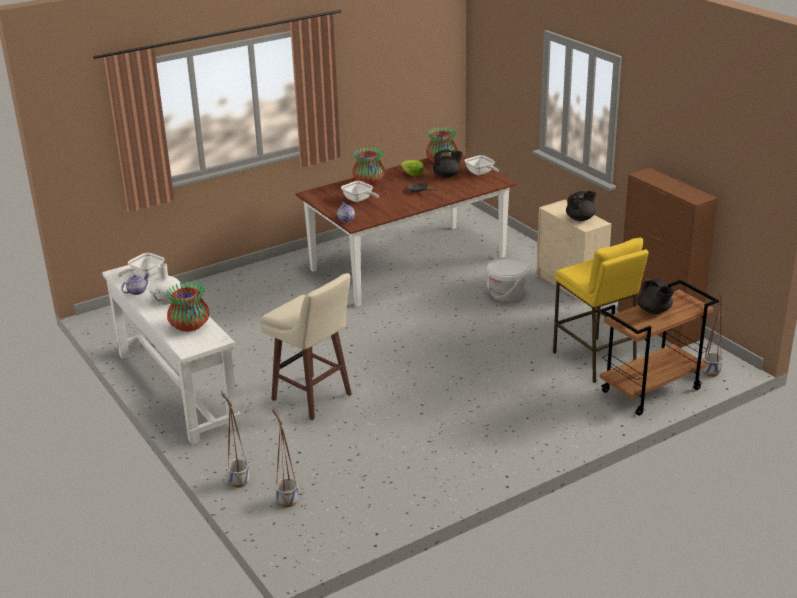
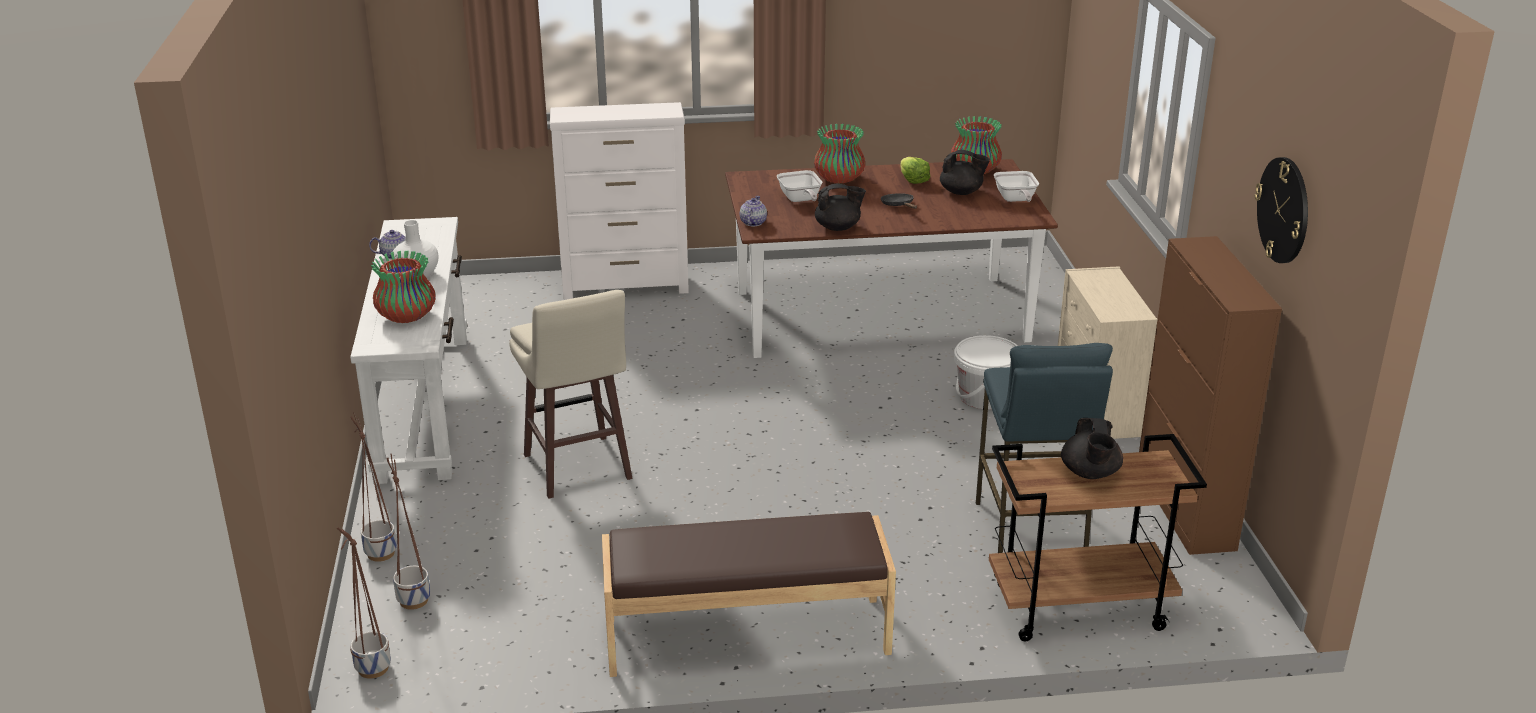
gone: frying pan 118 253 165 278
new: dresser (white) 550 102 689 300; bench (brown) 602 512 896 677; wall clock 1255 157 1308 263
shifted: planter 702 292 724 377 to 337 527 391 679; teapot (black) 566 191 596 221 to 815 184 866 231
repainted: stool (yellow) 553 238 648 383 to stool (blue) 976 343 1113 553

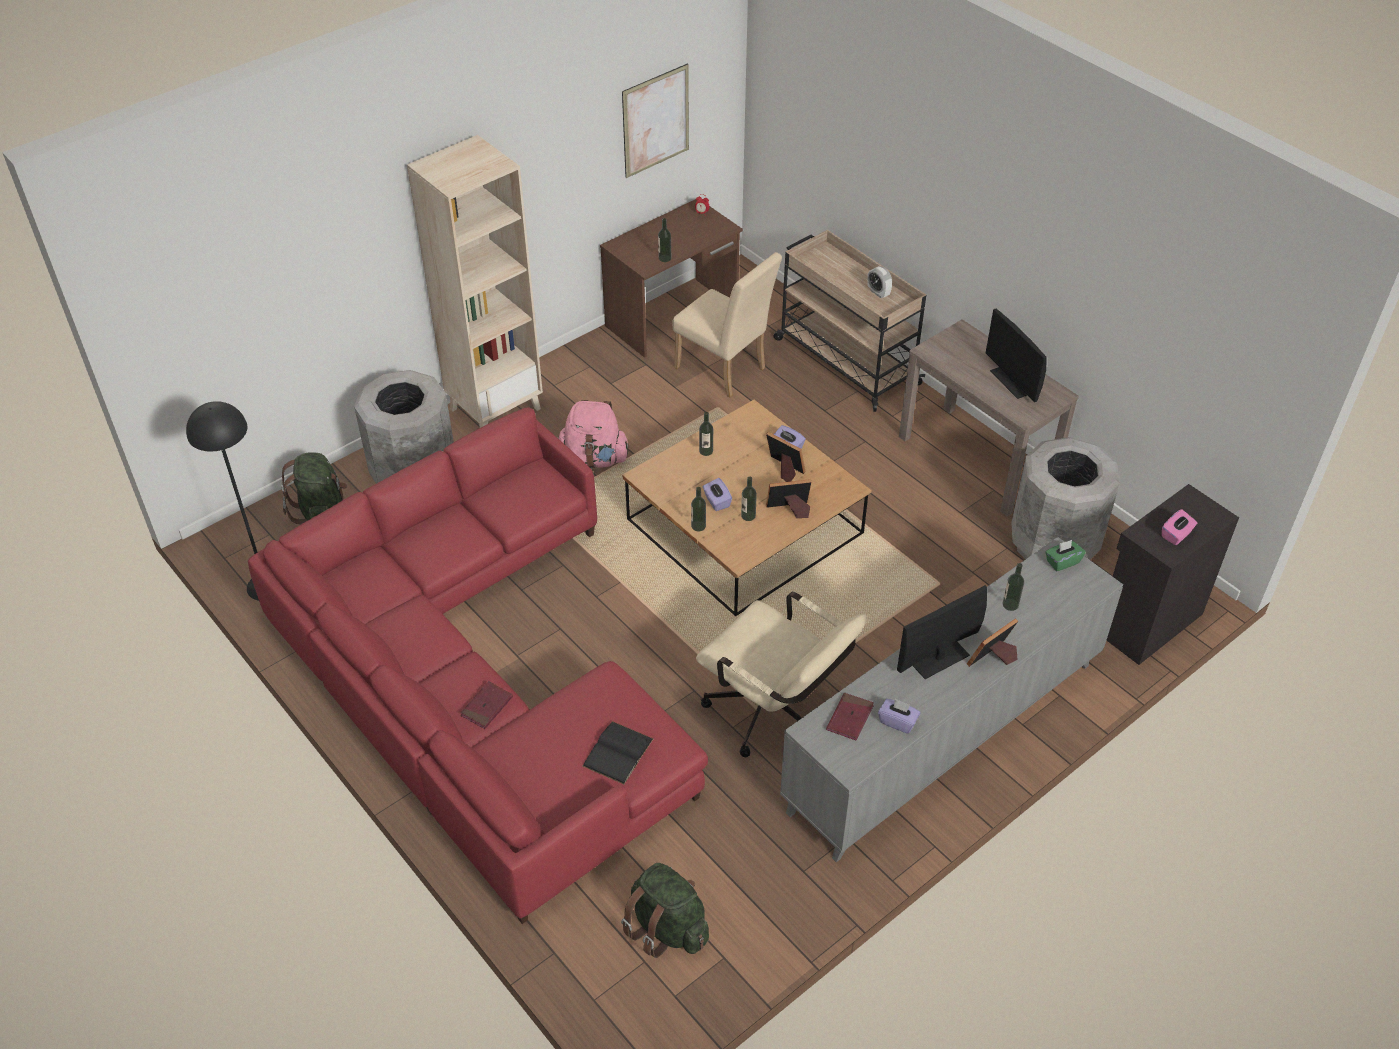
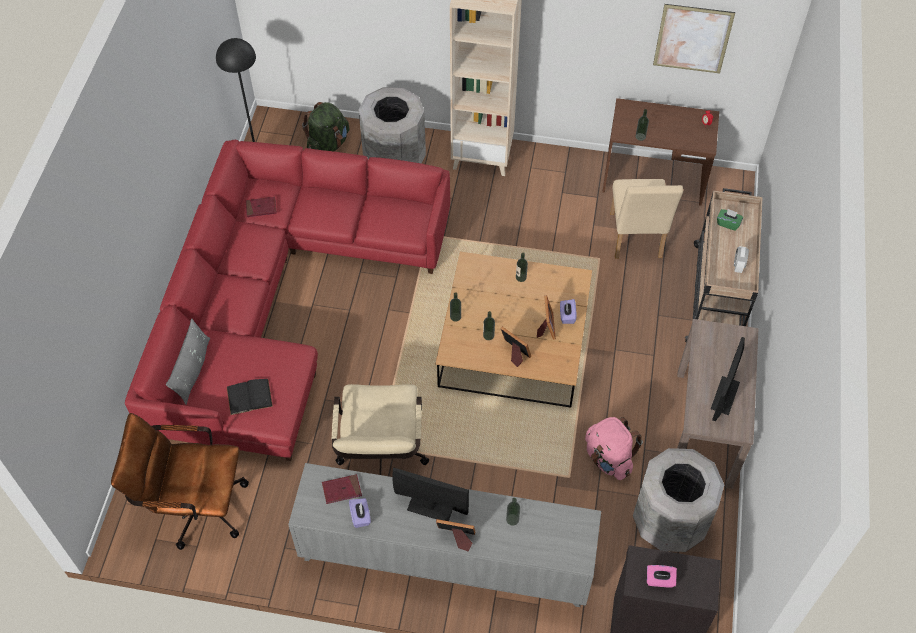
gone: tissue box (purple) 703 478 732 511
new: pillow (grey) 166 318 210 405
shifted: book (red) 460 681 513 729 to 246 197 276 217; backpack (pink) 558 400 630 468 to 585 417 643 480; tissue box (green) 1045 540 1086 571 to 717 209 743 231
swapped: backpack (green) 621 863 709 958 to office chair (brown) 111 413 249 550

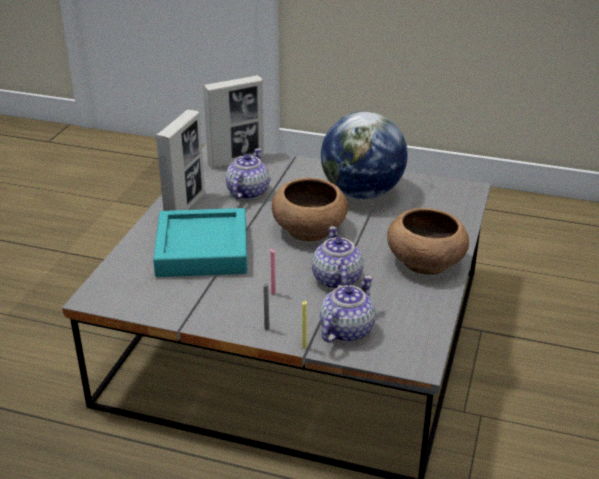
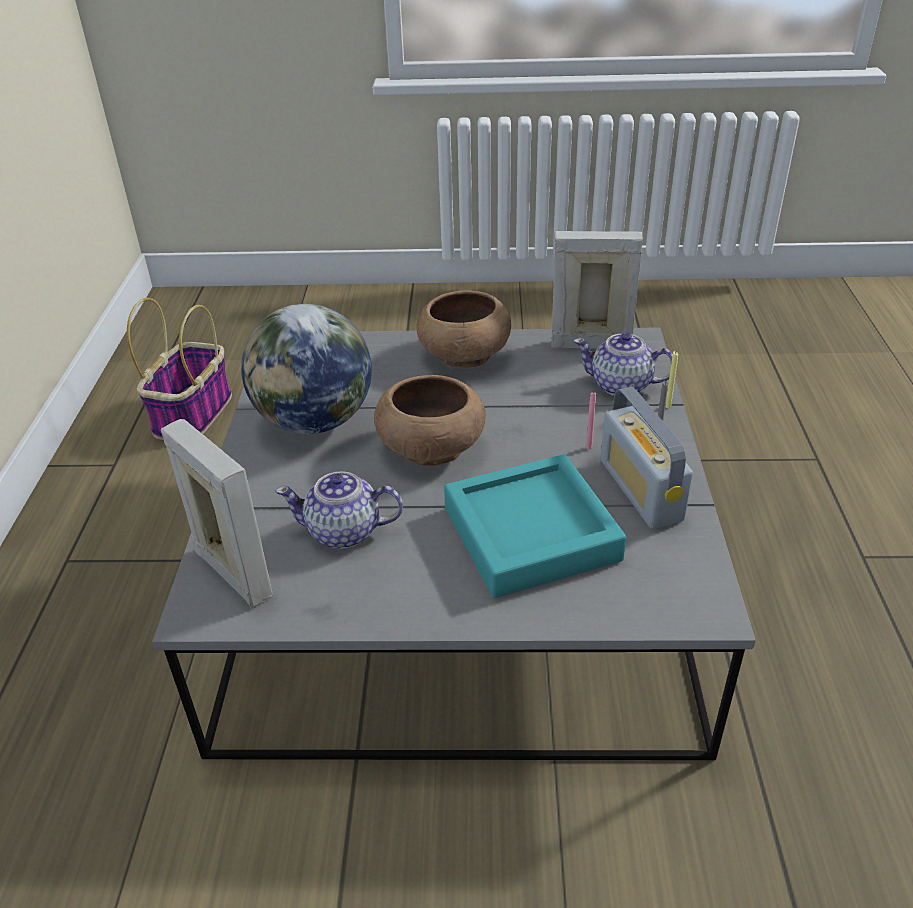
gone: teapot 312 226 363 289
new: basket 127 298 232 440; radio 600 387 693 529
shifted: picture frame 155 110 205 211 to 551 231 643 349

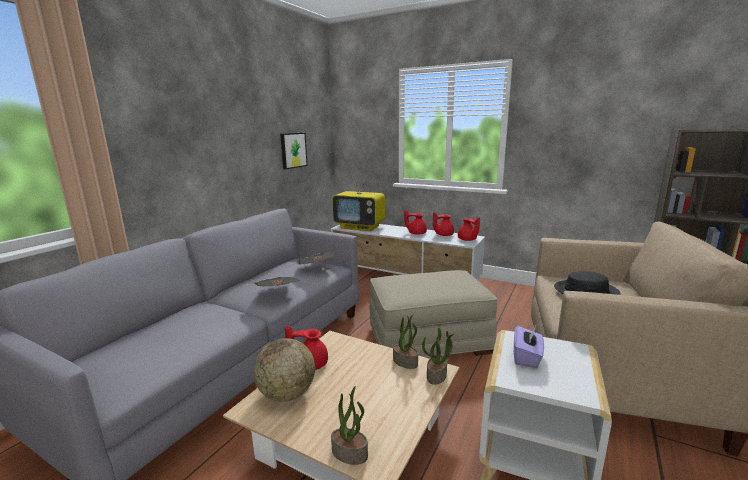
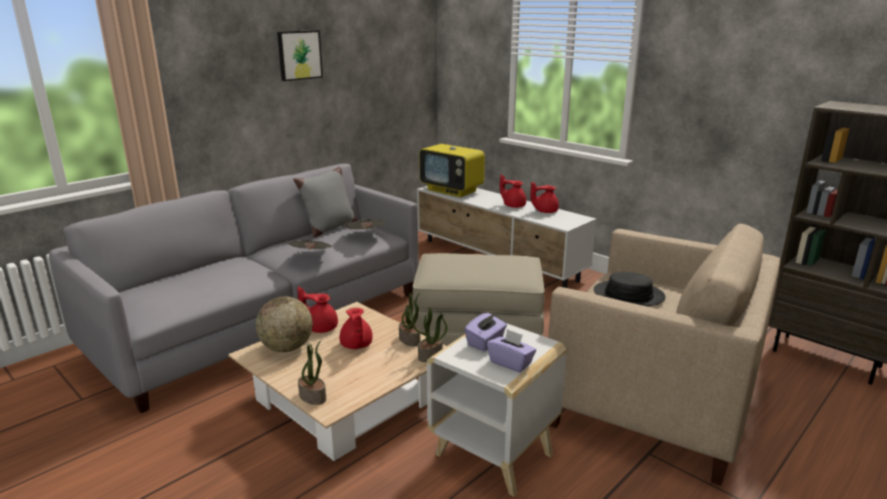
new: pillow (grey) 293 167 357 238; tissue box (purple) 487 329 536 373
shifted: picture 280 133 308 169 to 277 30 323 81; teapot (red) 458 217 480 241 to 340 308 373 349

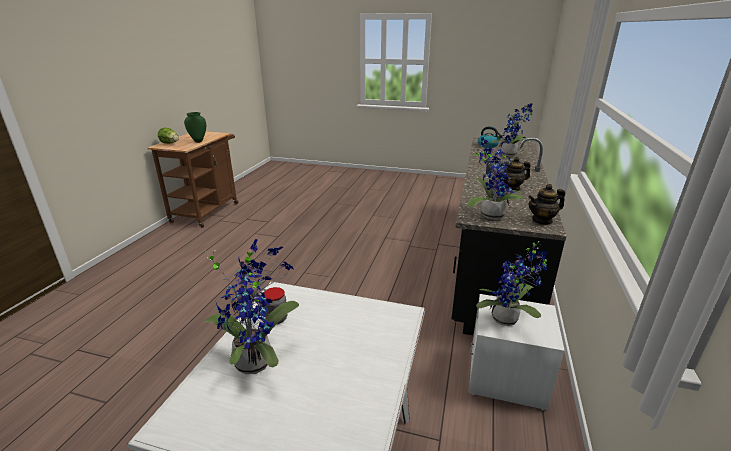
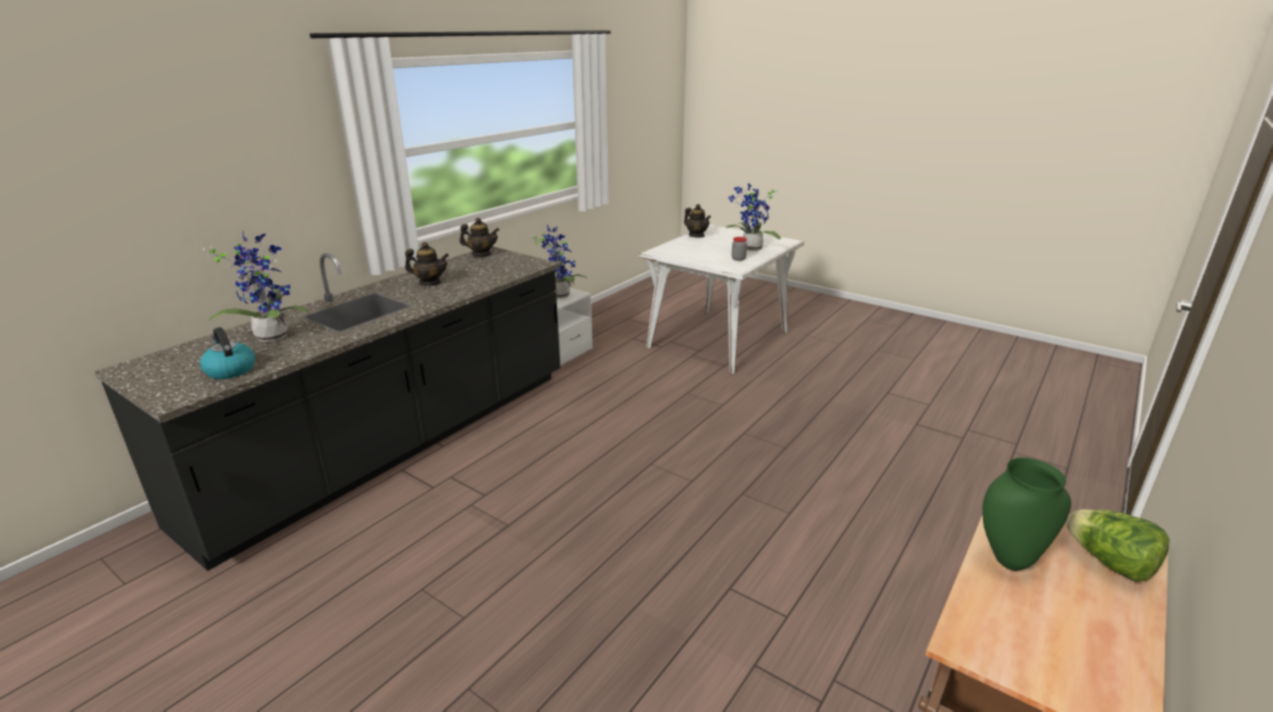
gone: potted plant 467 137 523 220
new: teapot 684 204 711 238

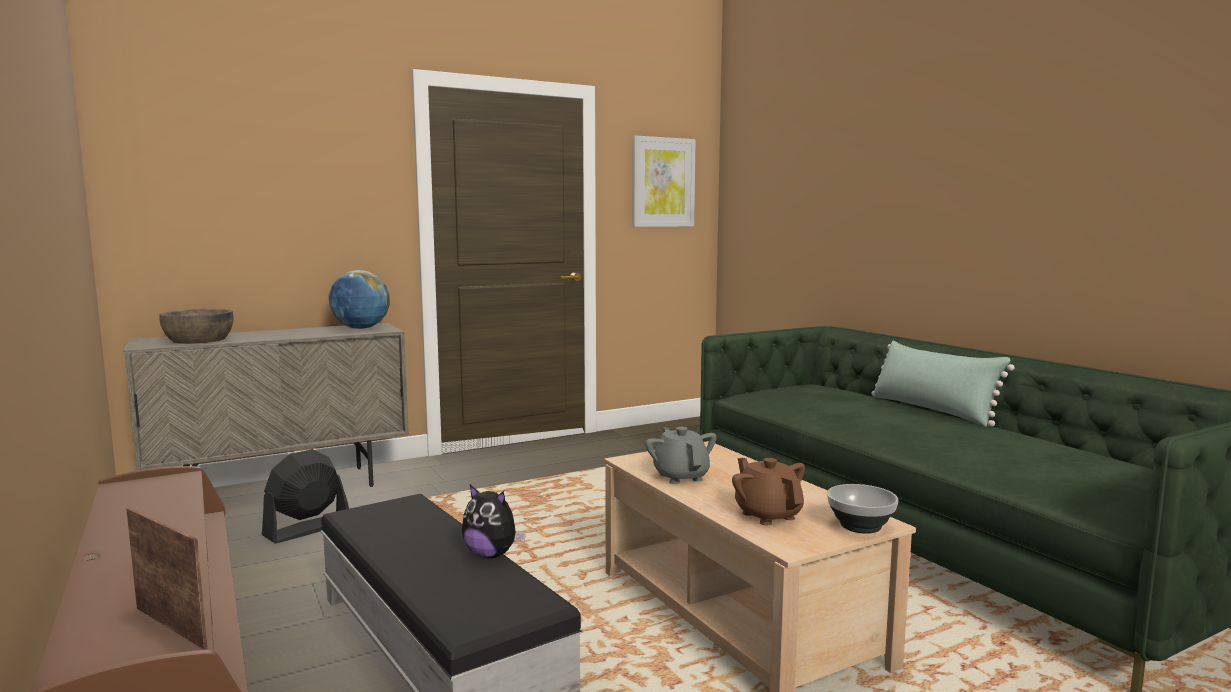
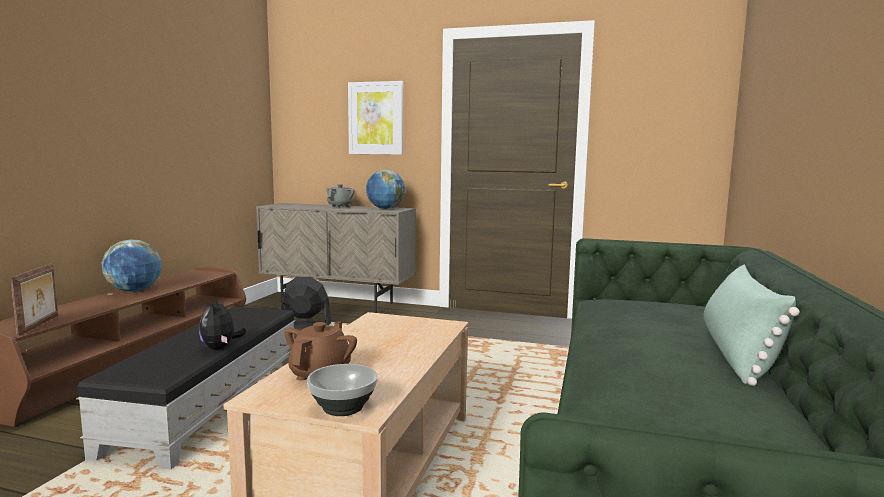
gone: bowl (brown) 159 309 233 344
new: globe 102 240 162 292
shifted: teapot (grey) 645 427 717 484 to 327 184 354 208; picture 632 136 695 227 to 348 81 403 155

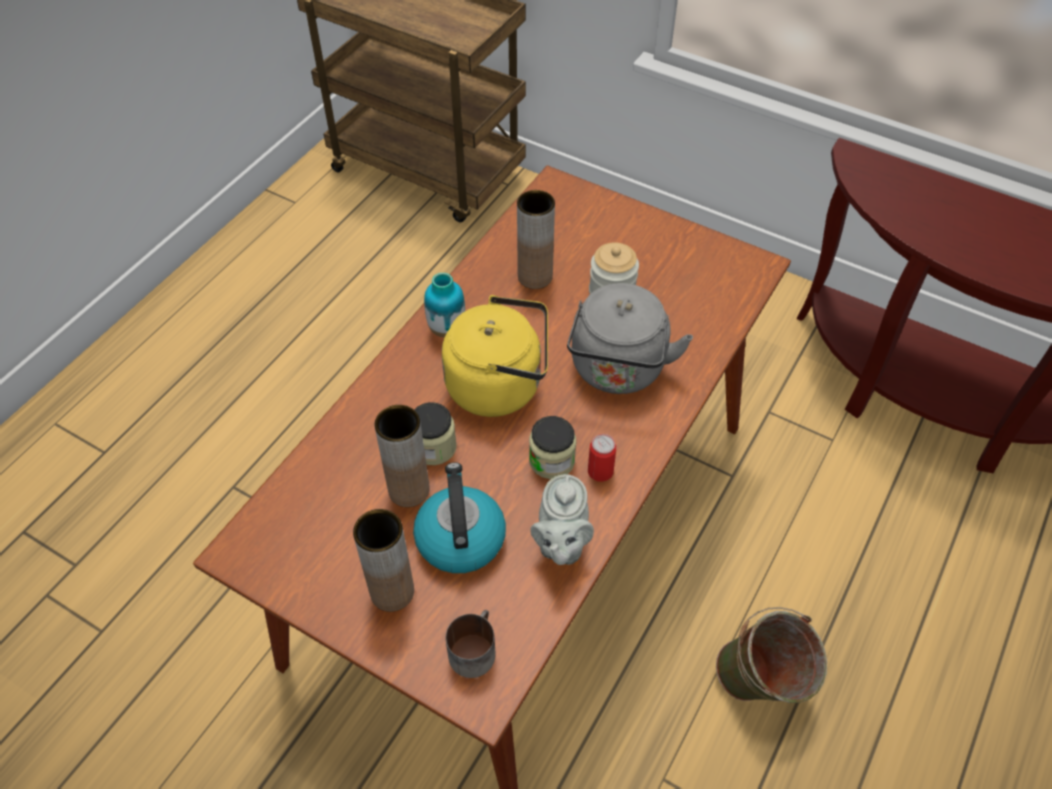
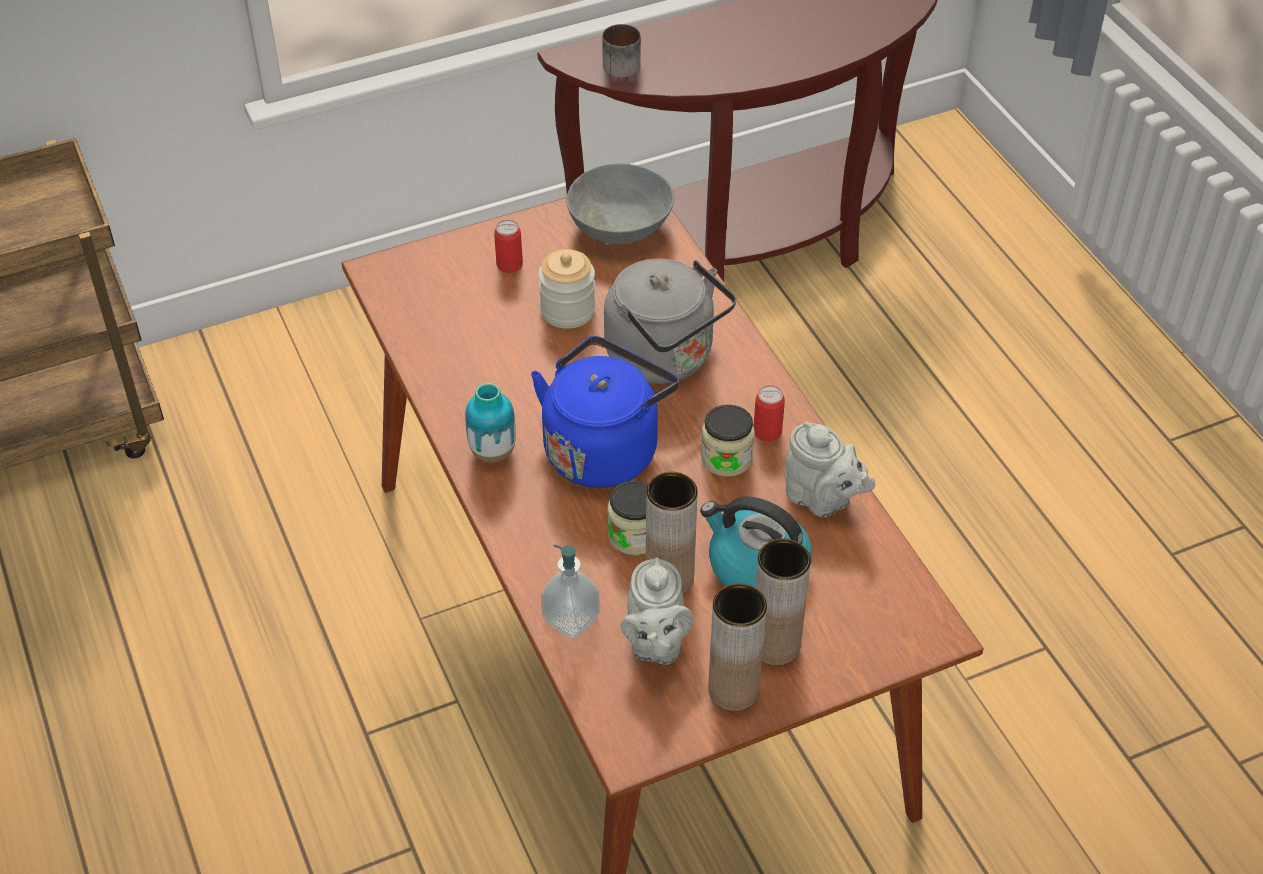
gone: bucket (green) 716 607 827 703
new: can 494 219 523 273; soap dispenser 541 545 600 639; bowl (grey) 566 163 675 244; teapot (grey) 621 557 693 665
shifted: mug 446 610 496 678 to 602 24 641 77; vase (brown) 517 190 555 289 to 708 583 767 711
repainted: kettle (yellow) 442 295 548 417 to kettle (blue) 531 336 679 488

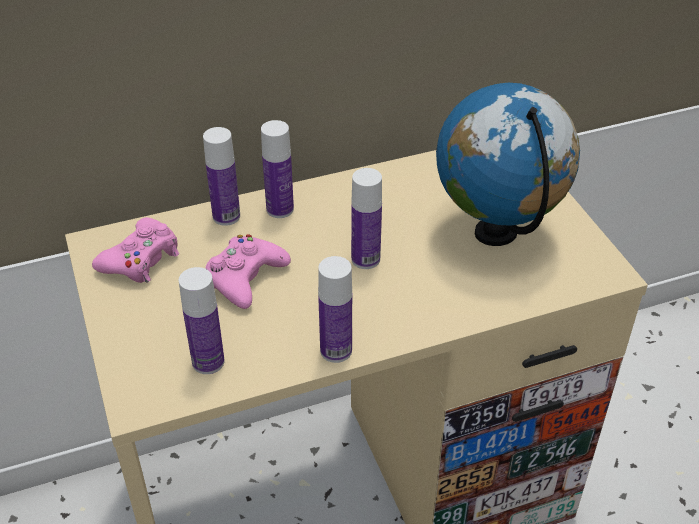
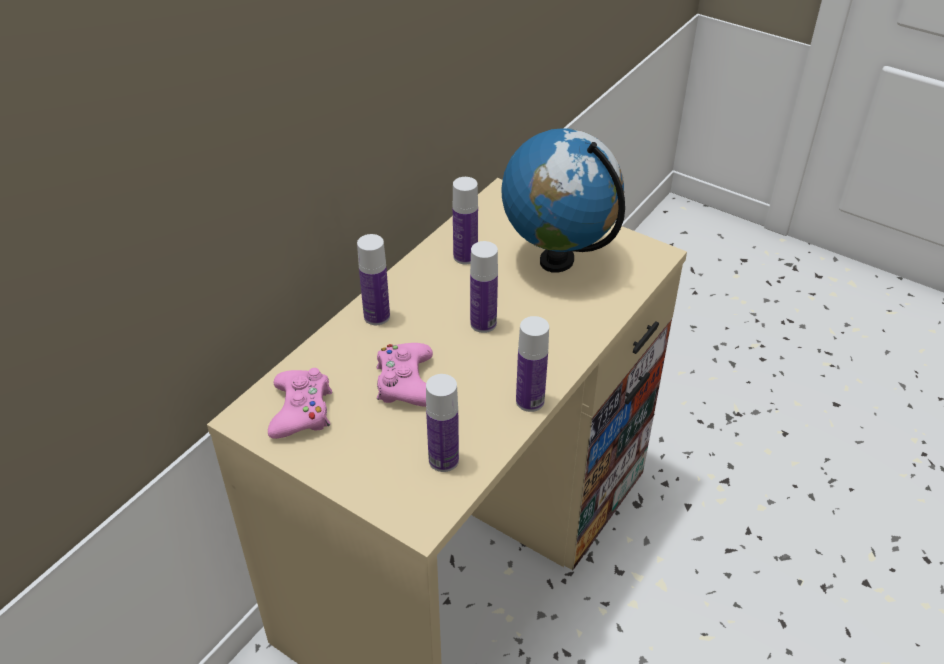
shifted: bottle 203 127 240 226 to 453 177 478 264

